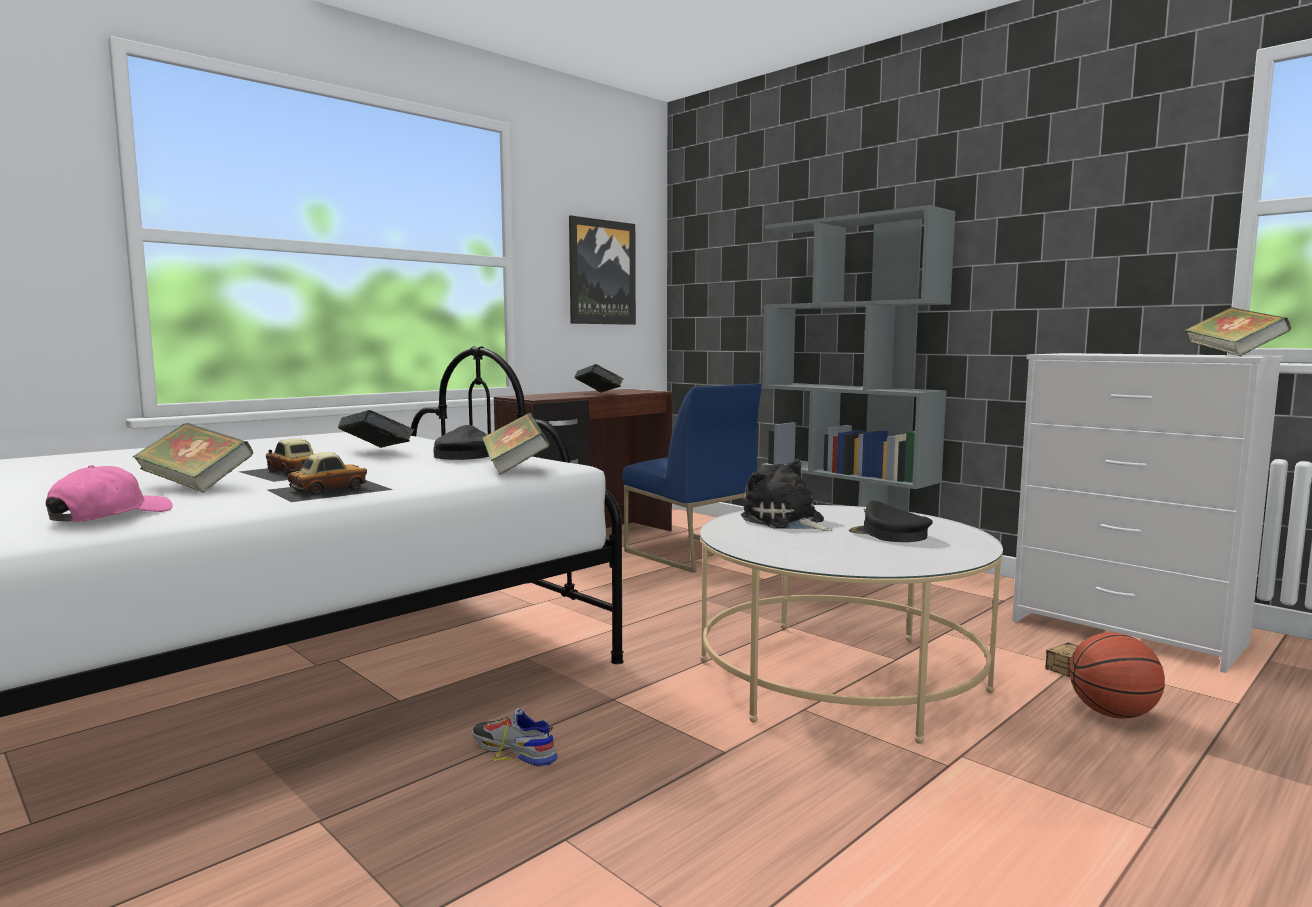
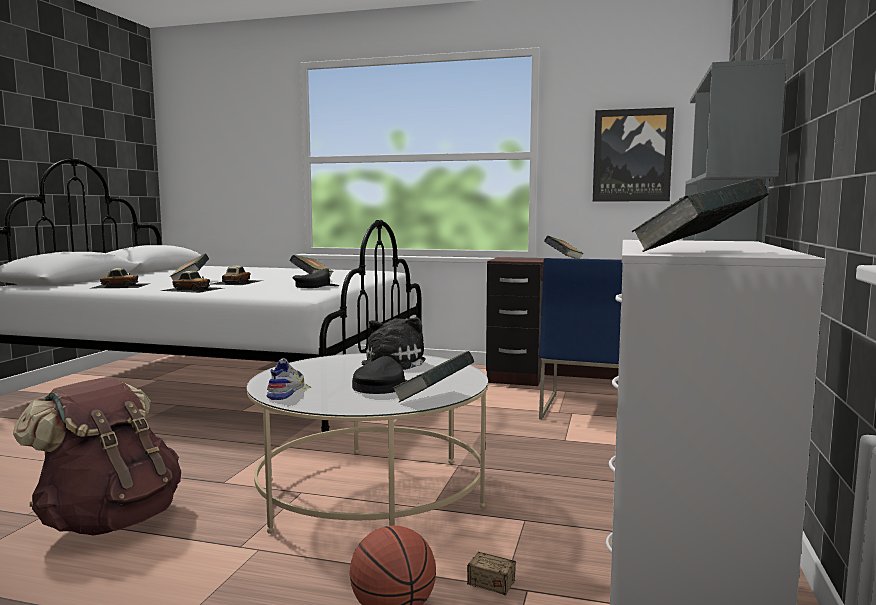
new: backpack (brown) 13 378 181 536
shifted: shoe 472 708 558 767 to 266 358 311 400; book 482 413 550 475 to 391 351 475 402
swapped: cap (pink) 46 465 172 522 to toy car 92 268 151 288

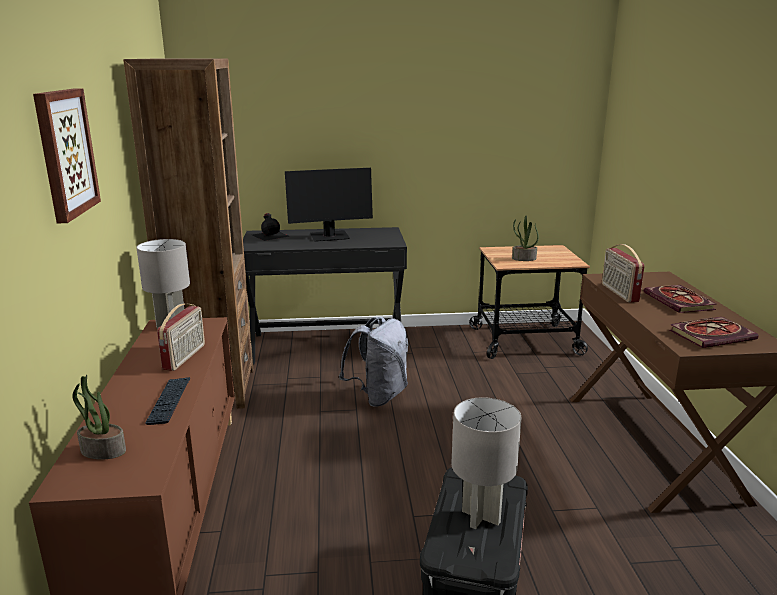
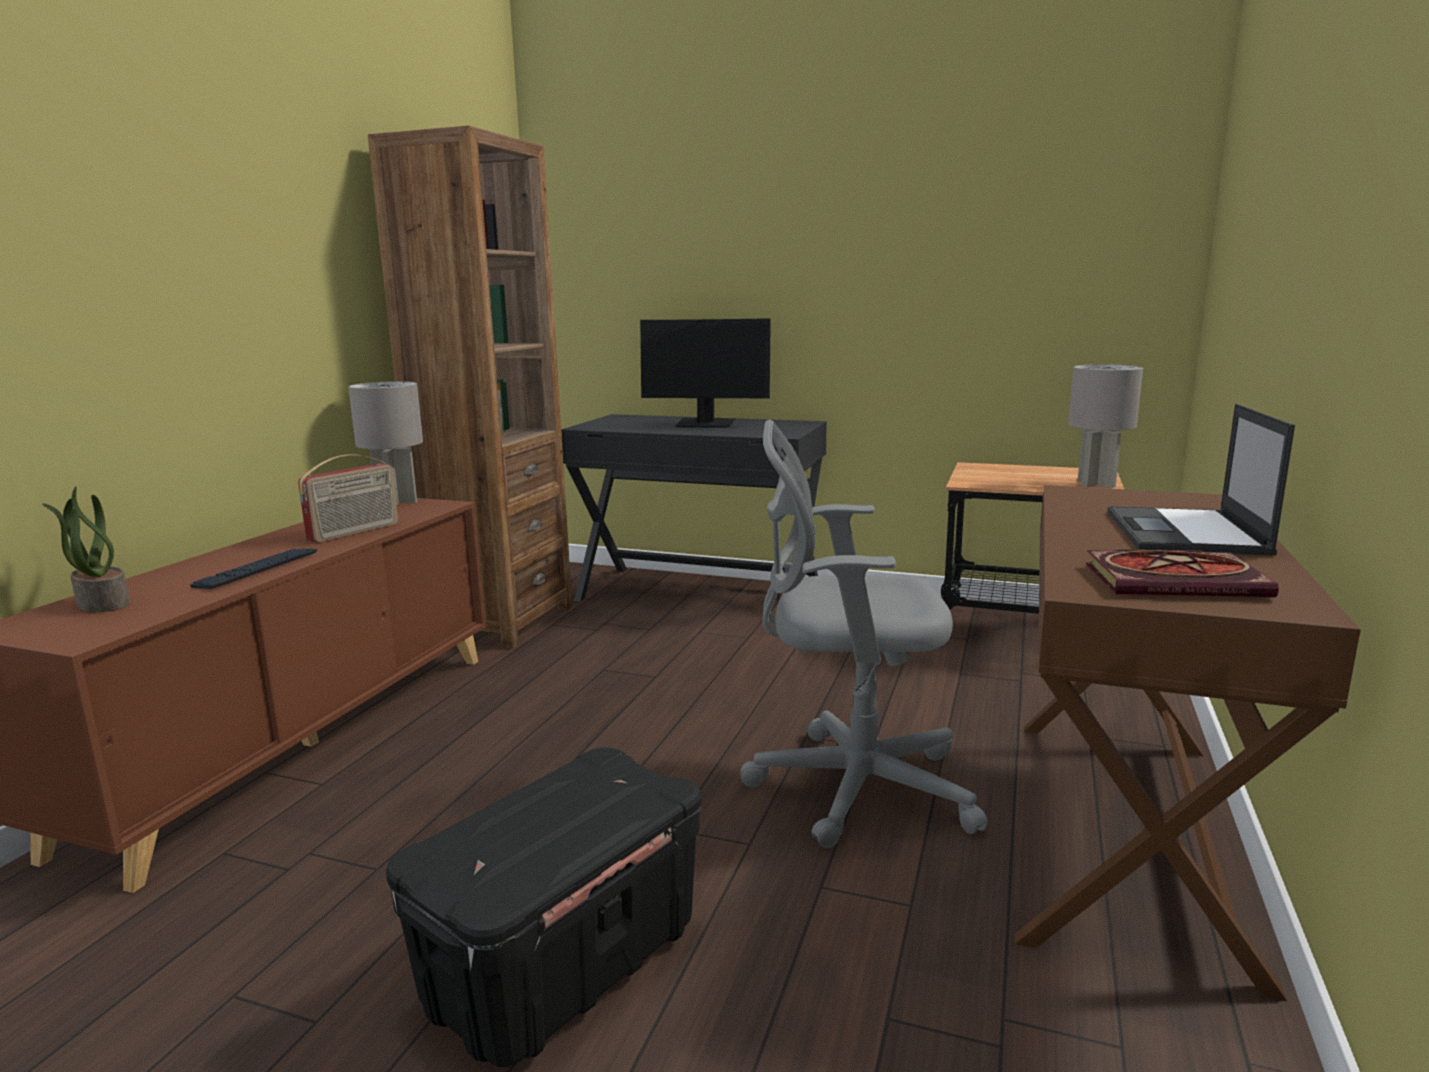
gone: picture 33 89 101 223; bottle (black) 252 213 289 241; backpack (grey) 339 317 409 407; potted plant 512 215 539 261; radio 602 244 645 303
new: office chair (grey) 740 420 988 848
shifted: table lamp (grey) 451 397 521 529 to 1068 364 1143 488
swapped: book 644 285 717 313 to laptop 1108 404 1295 556

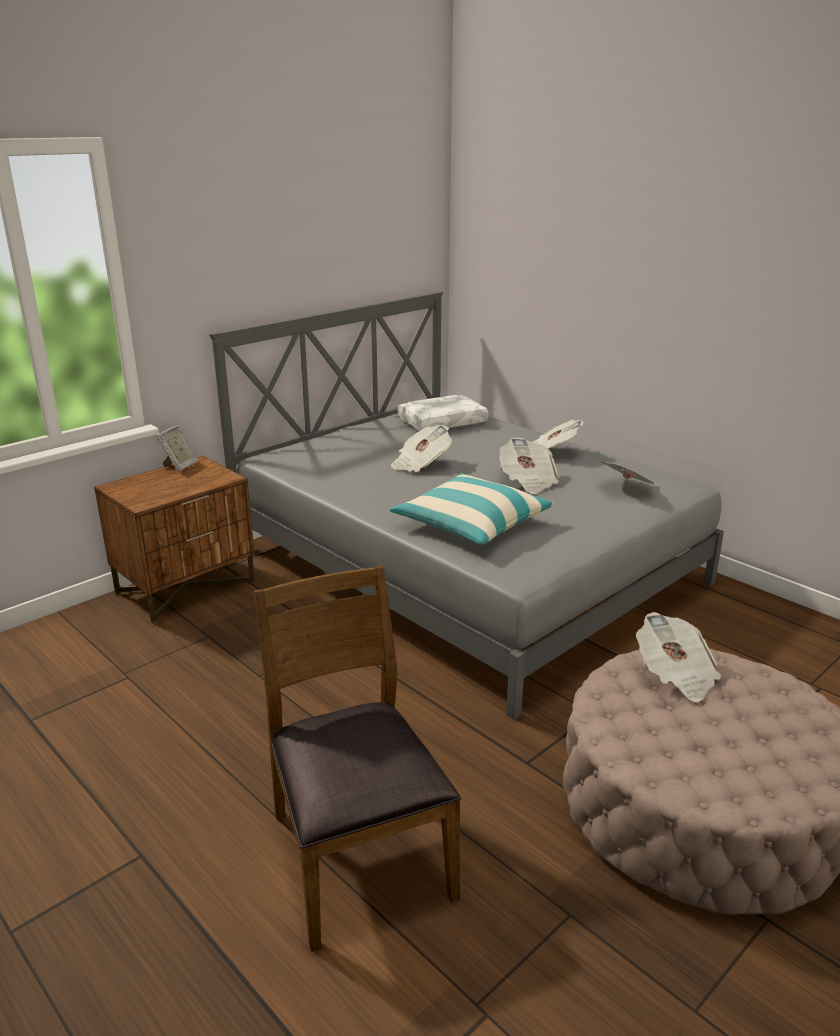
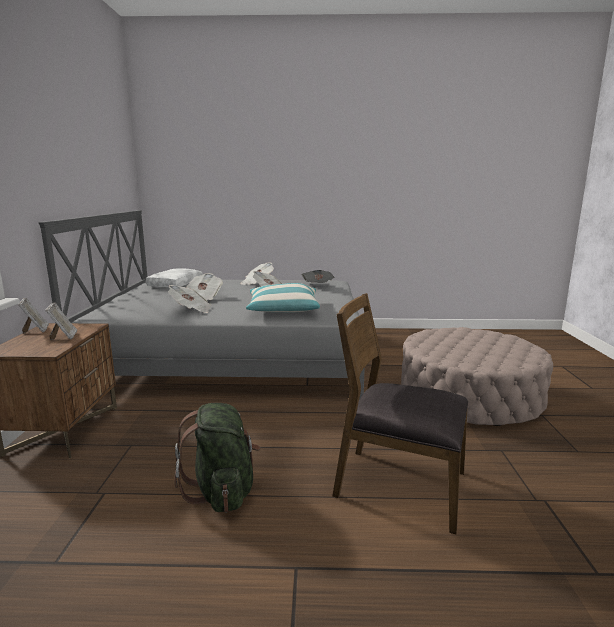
new: picture frame 45 303 77 340; backpack (green) 174 403 260 512
shifted: newspaper 636 612 721 702 to 168 285 211 313

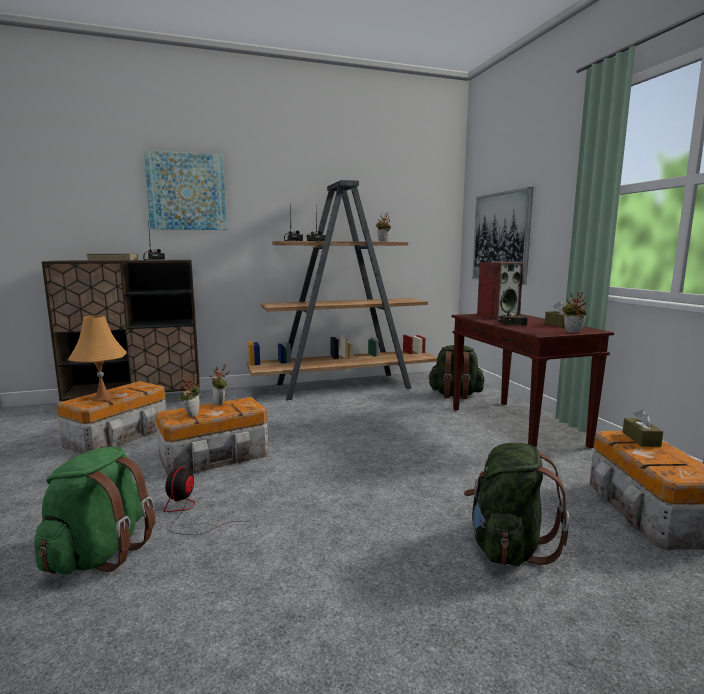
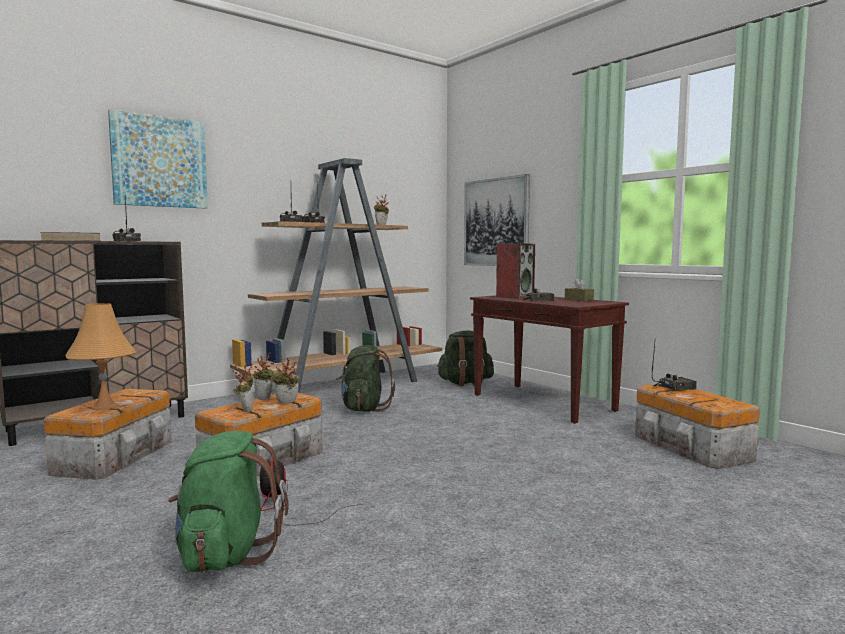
shifted: potted plant 562 292 587 333 to 271 357 300 404; backpack (green) 464 443 570 566 to 336 345 395 412
swapped: tissue box (brown) 623 410 663 447 to radio 652 343 697 391

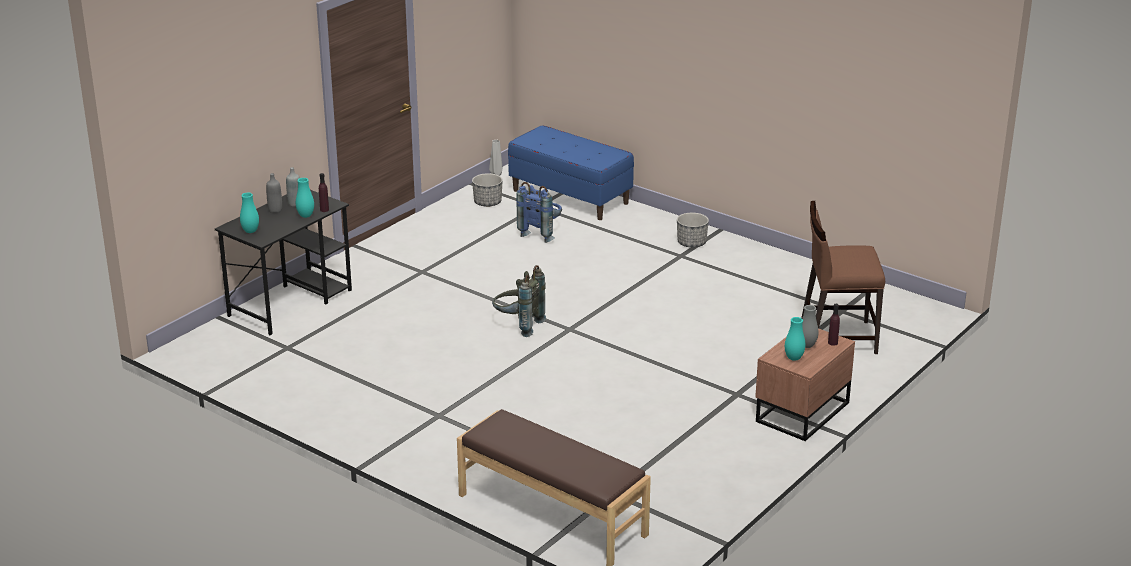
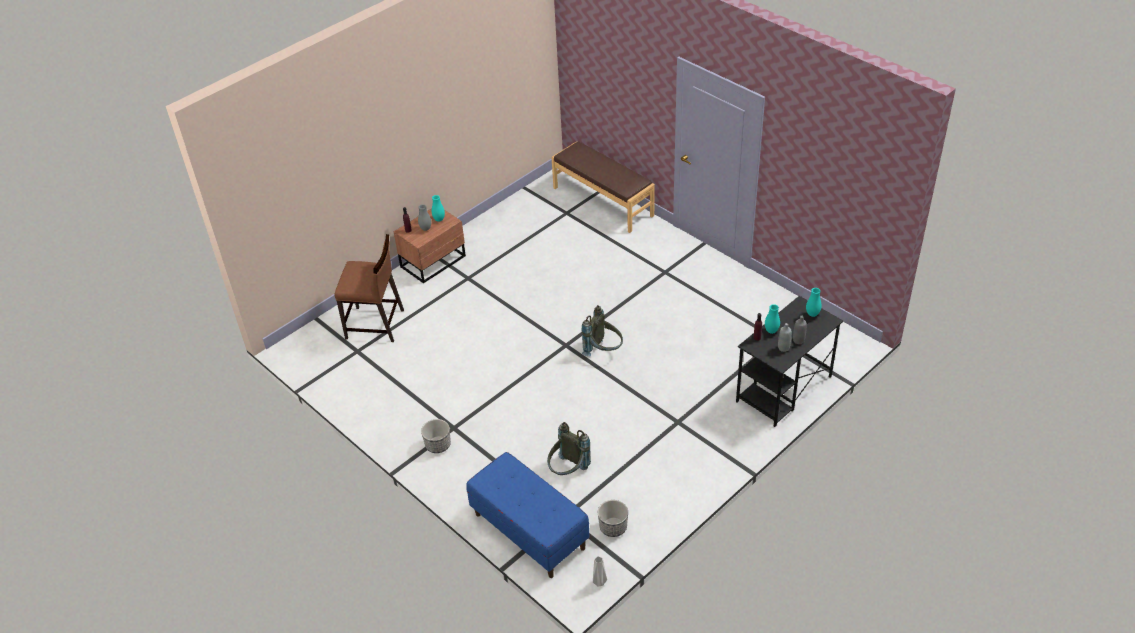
repainted: backpack (blue) 516 182 562 243 to backpack (grey) 547 422 591 475

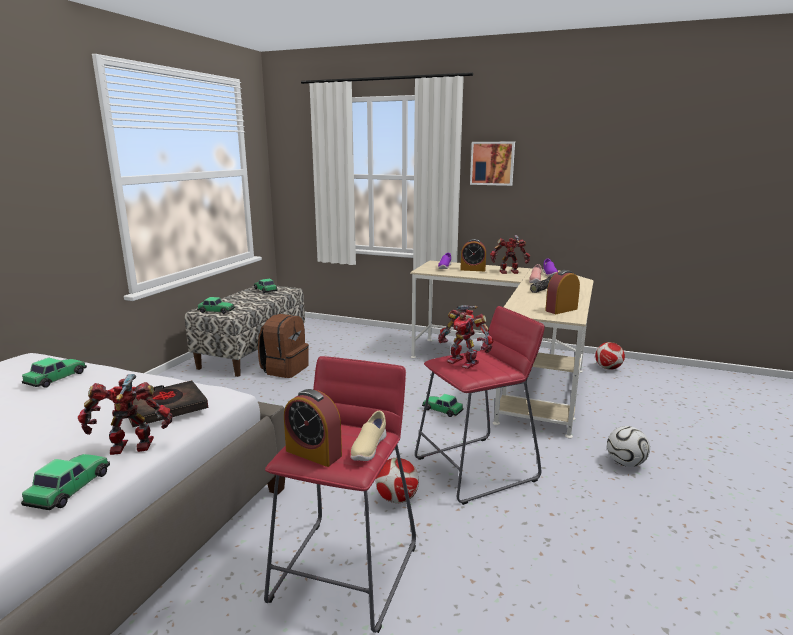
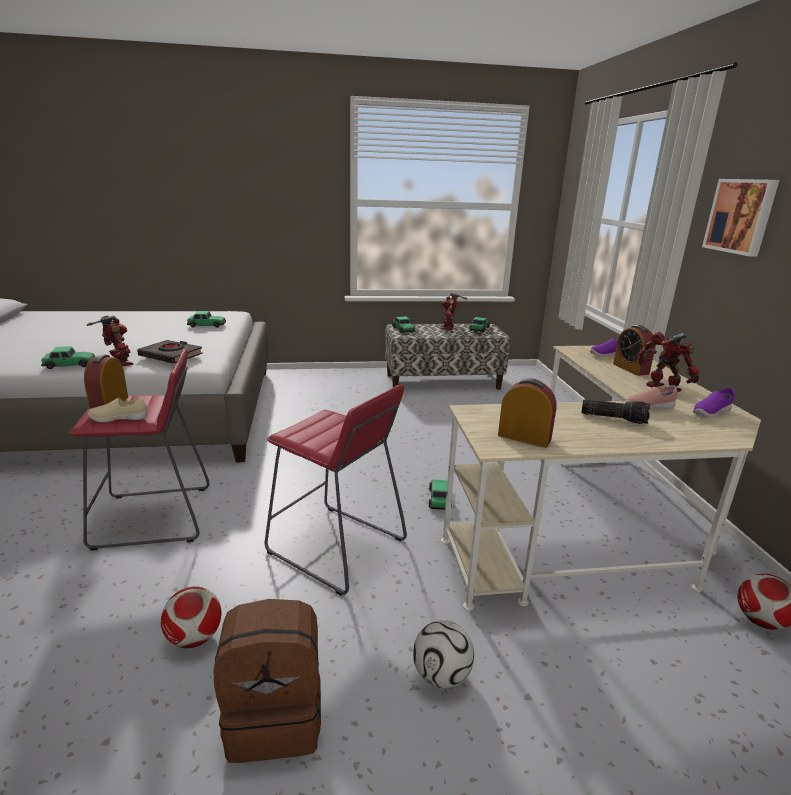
shifted: football 376 458 419 503 to 161 586 222 648; backpack (brown) 258 314 309 378 to 213 599 321 763; toy robot 438 305 494 369 to 441 293 467 330

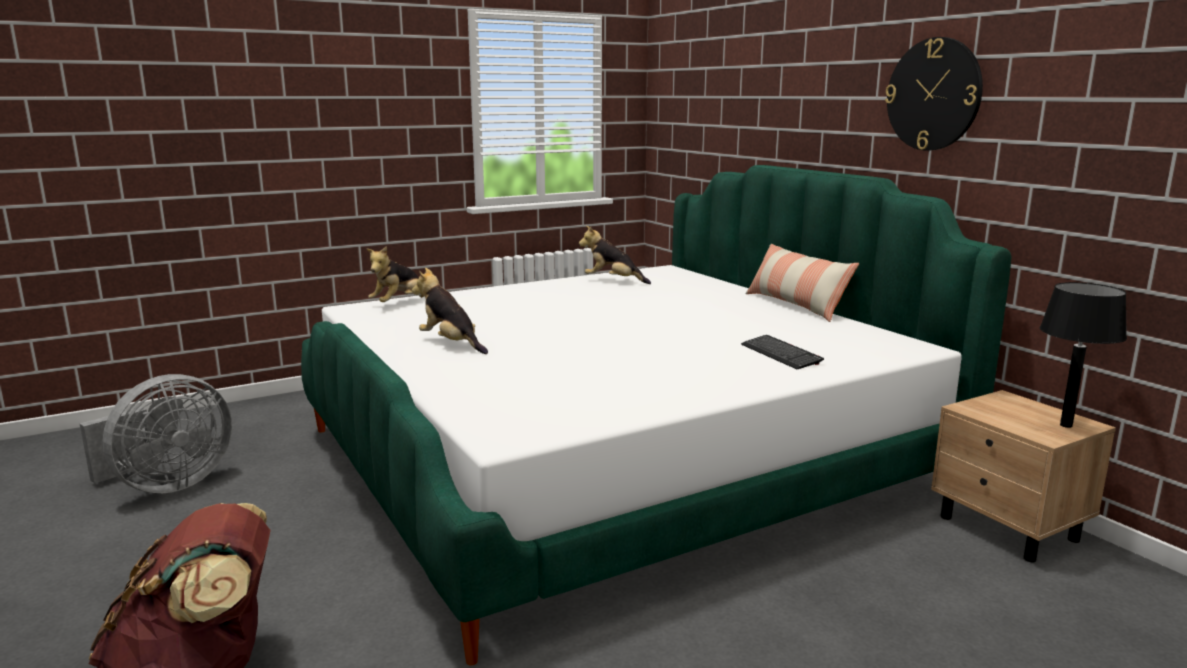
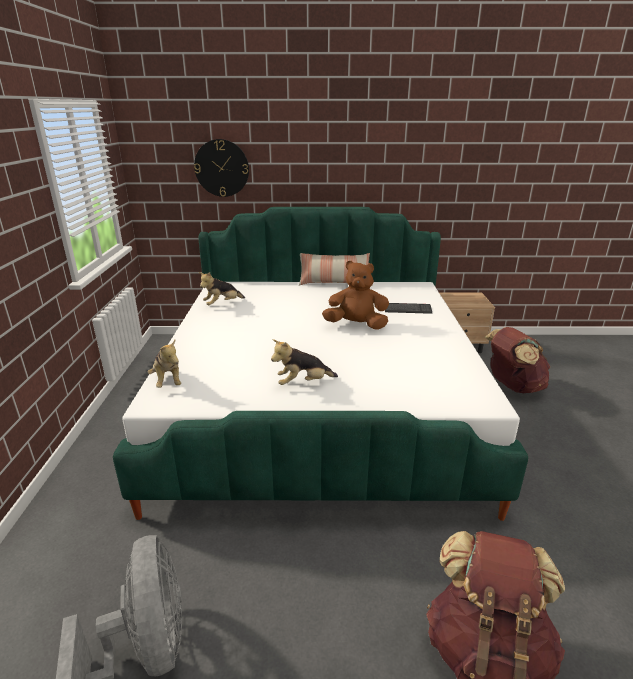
gone: table lamp (black) 1040 282 1127 428
new: plush toy (brown) 322 261 389 330; backpack (brown) 485 327 550 393
shifted: wall clock 885 37 983 151 to 194 139 249 197

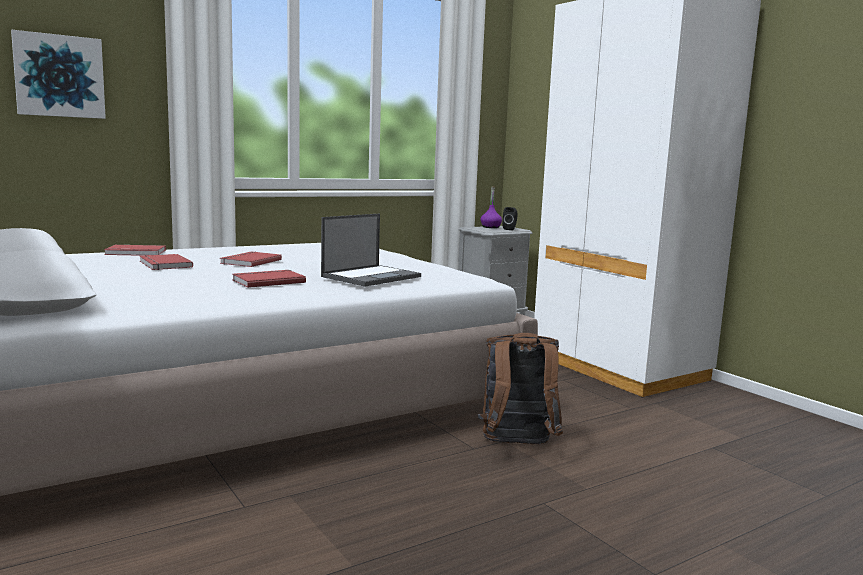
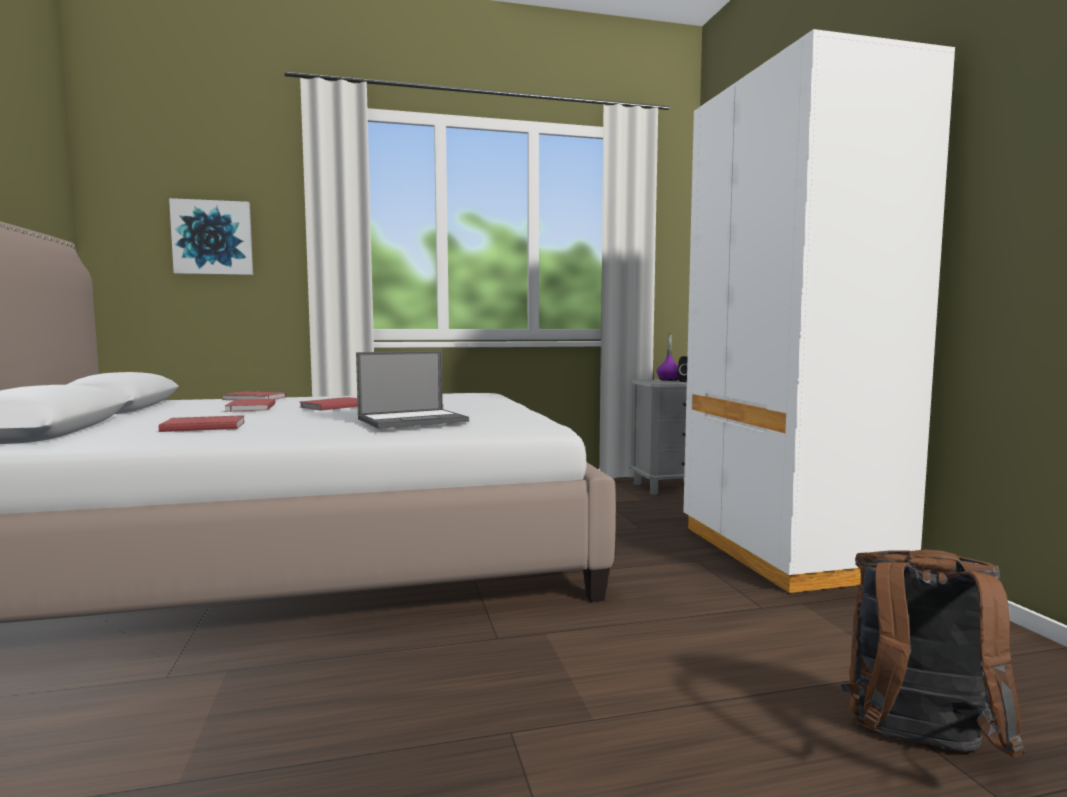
shifted: book (red) 232 270 306 288 to 159 415 245 432; backpack (brown) 478 333 563 444 to 840 549 1025 758

